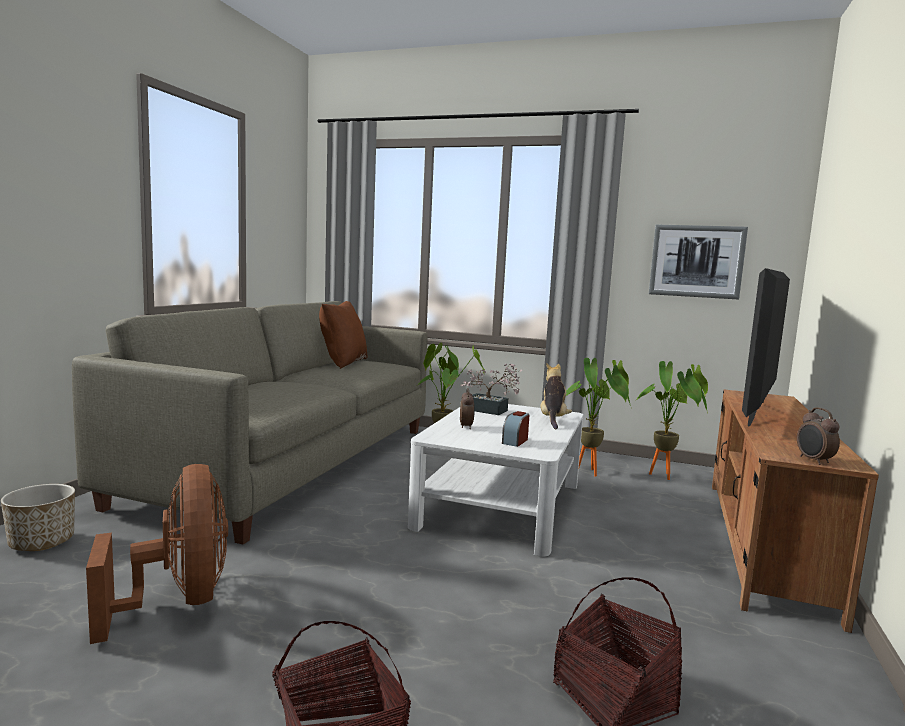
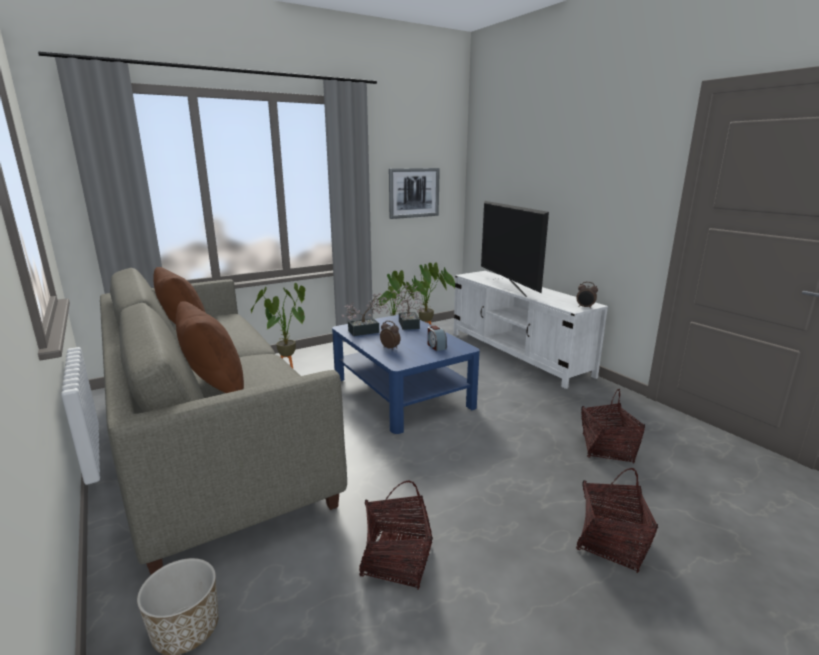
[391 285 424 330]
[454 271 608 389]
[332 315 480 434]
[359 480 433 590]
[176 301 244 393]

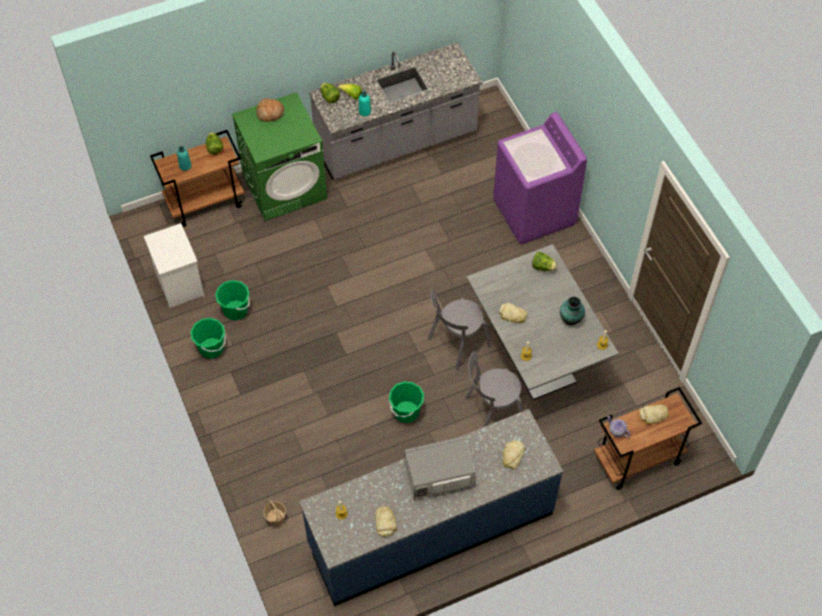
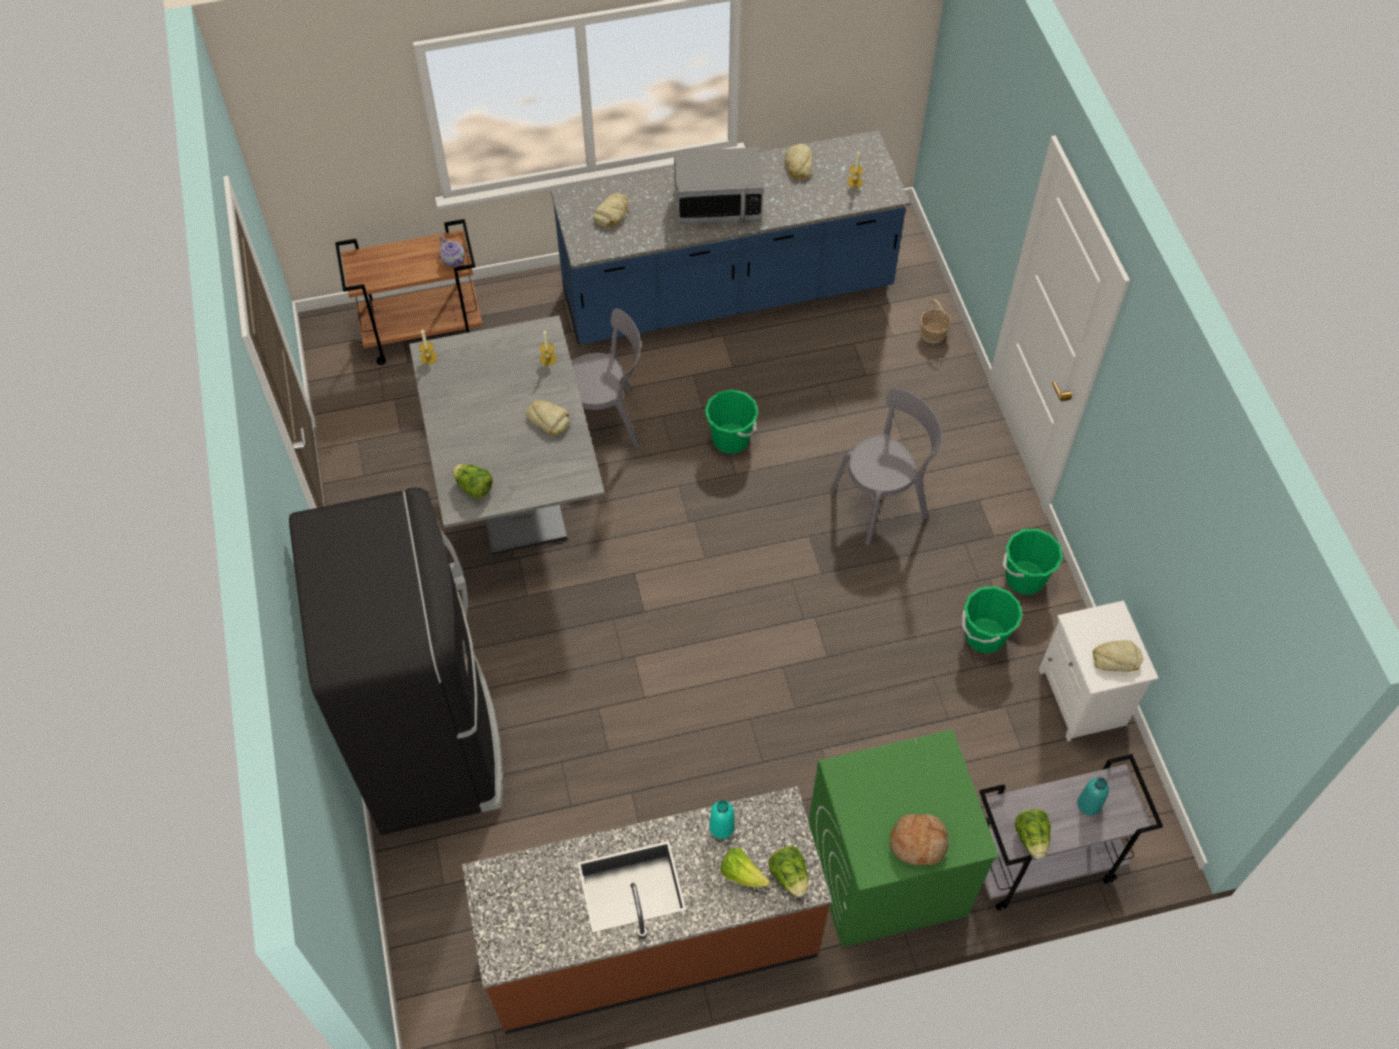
[462 786 832 1034]
[289 488 503 835]
[979 754 1163 910]
[830 388 942 545]
[560 296 585 325] (first image)
[1093 640 1143 672]

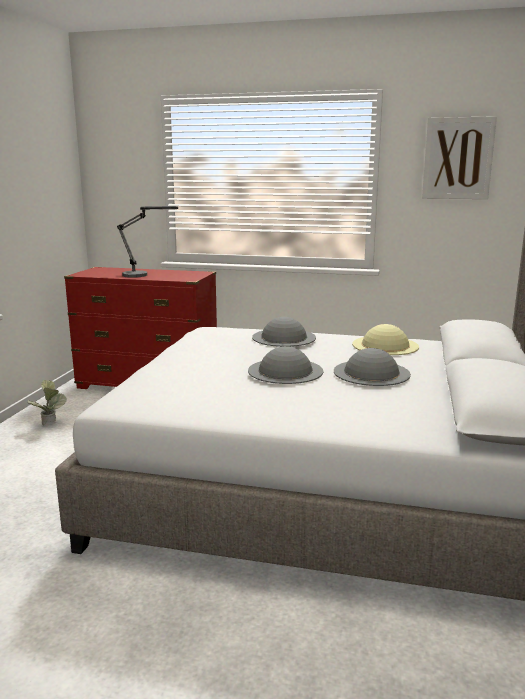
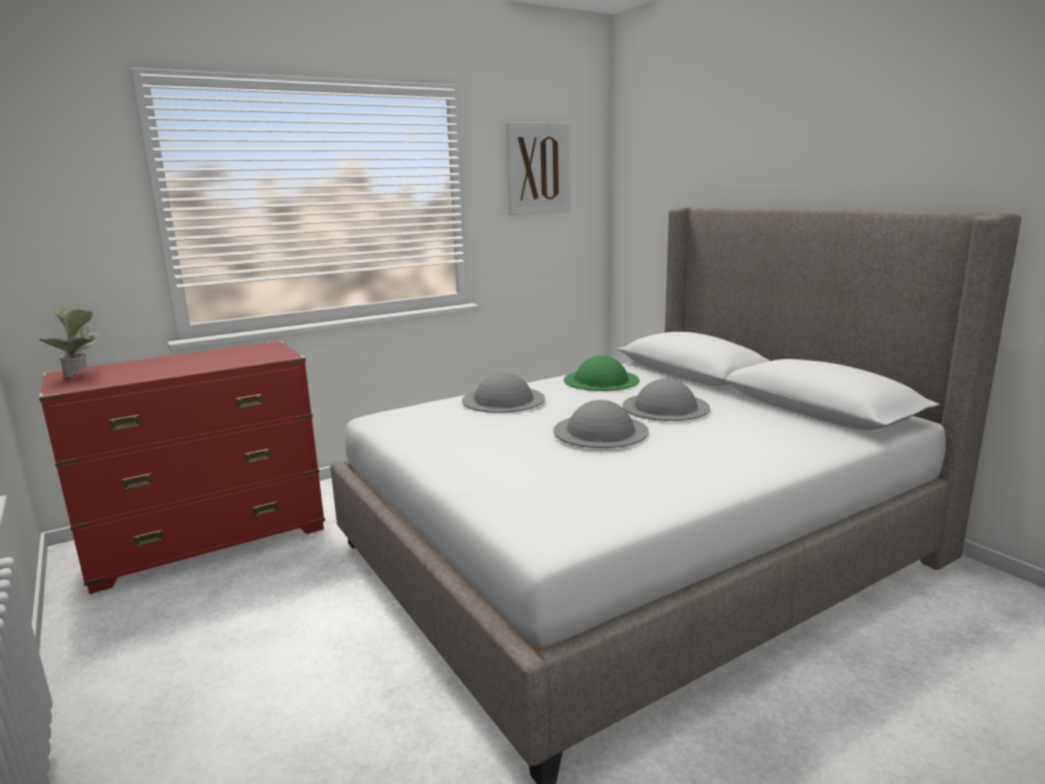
[117 206 178 278] (first image)
[564 355 639 391]
[39 307 100 378]

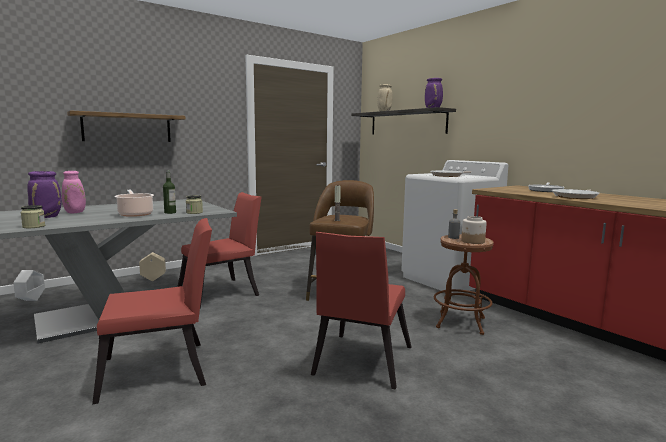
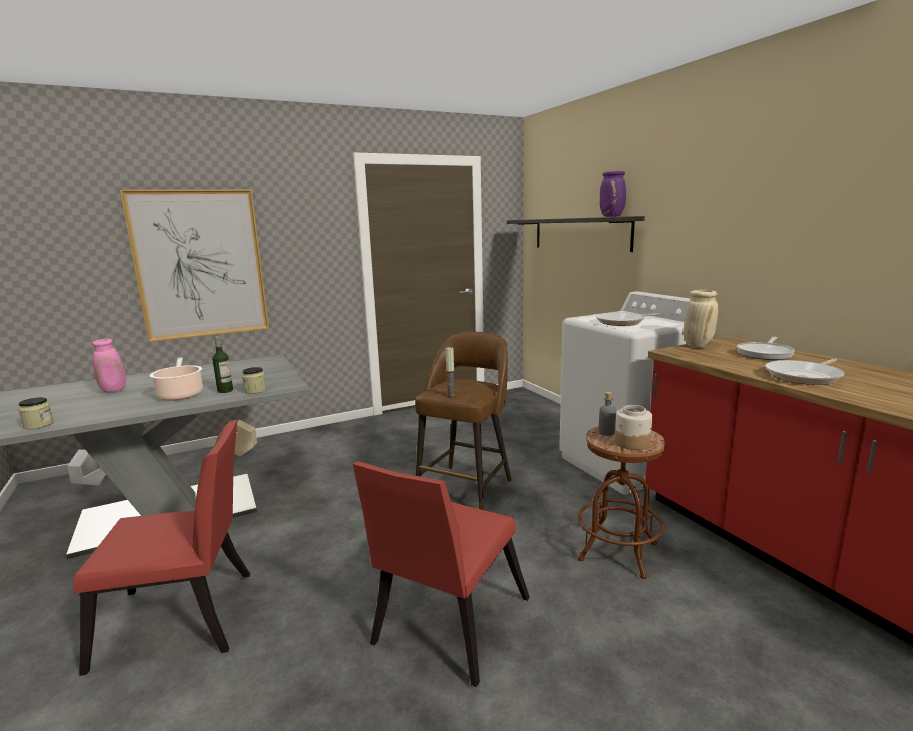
[684 290 718 348]
[120 189 269 342]
[27 171 62 218] (first image)
[177 192 262 309] (first image)

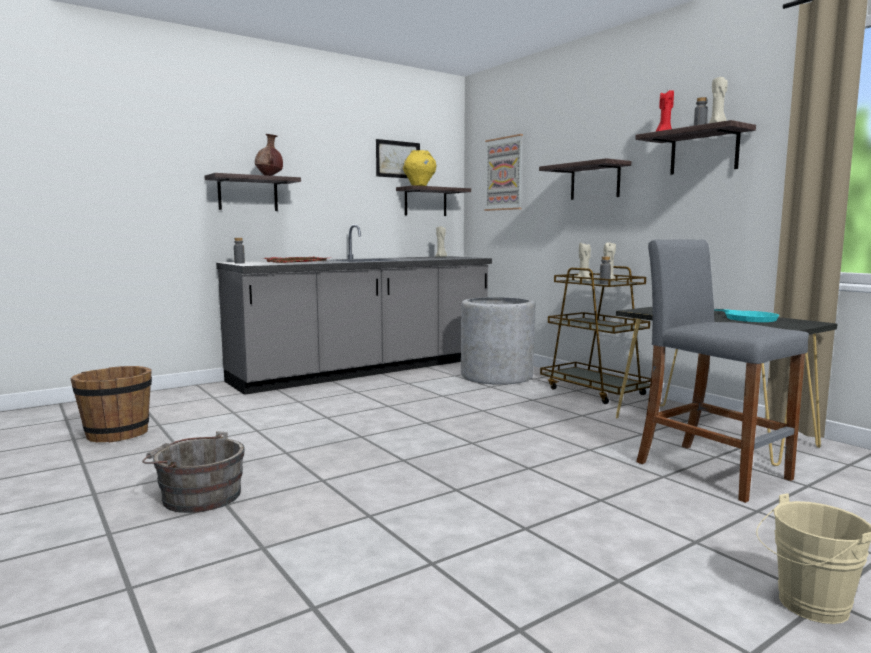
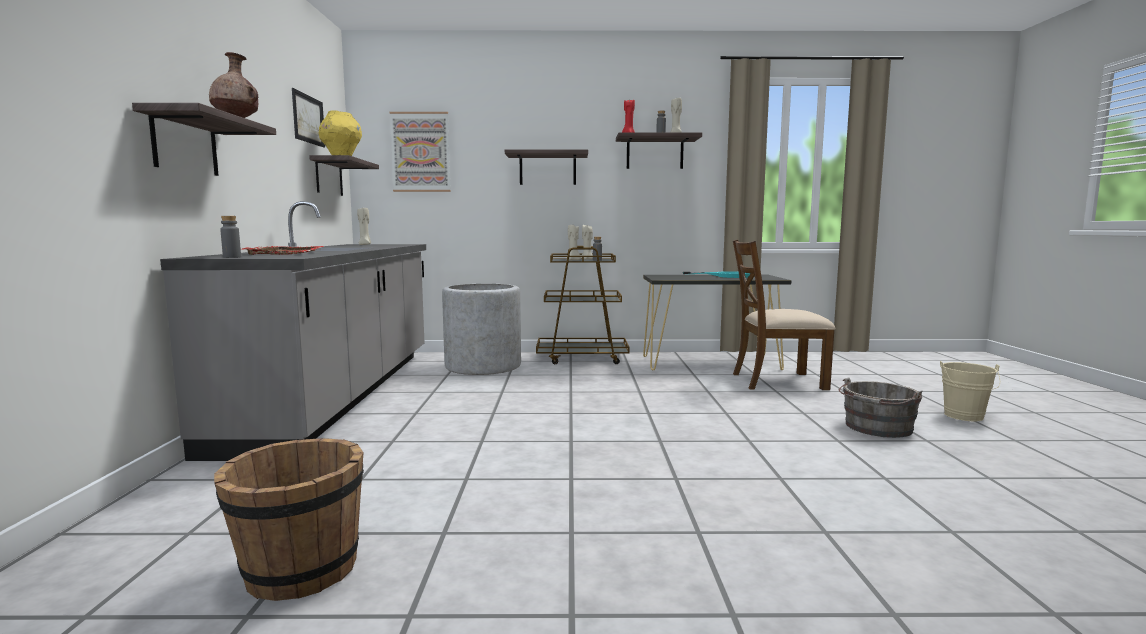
[733 240 836 390]
[839 377 923 438]

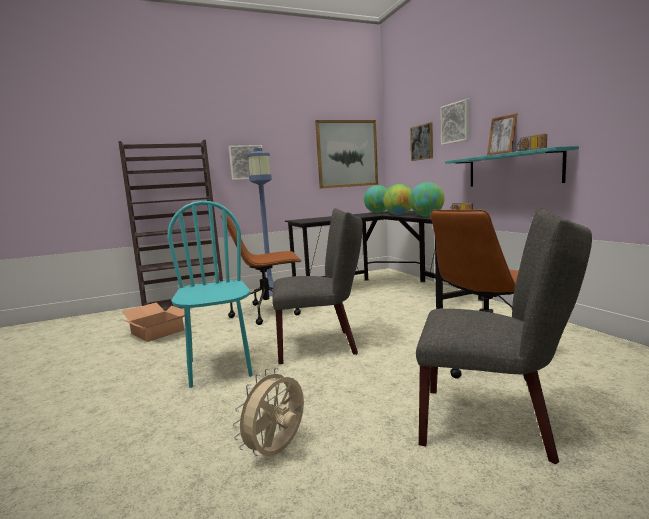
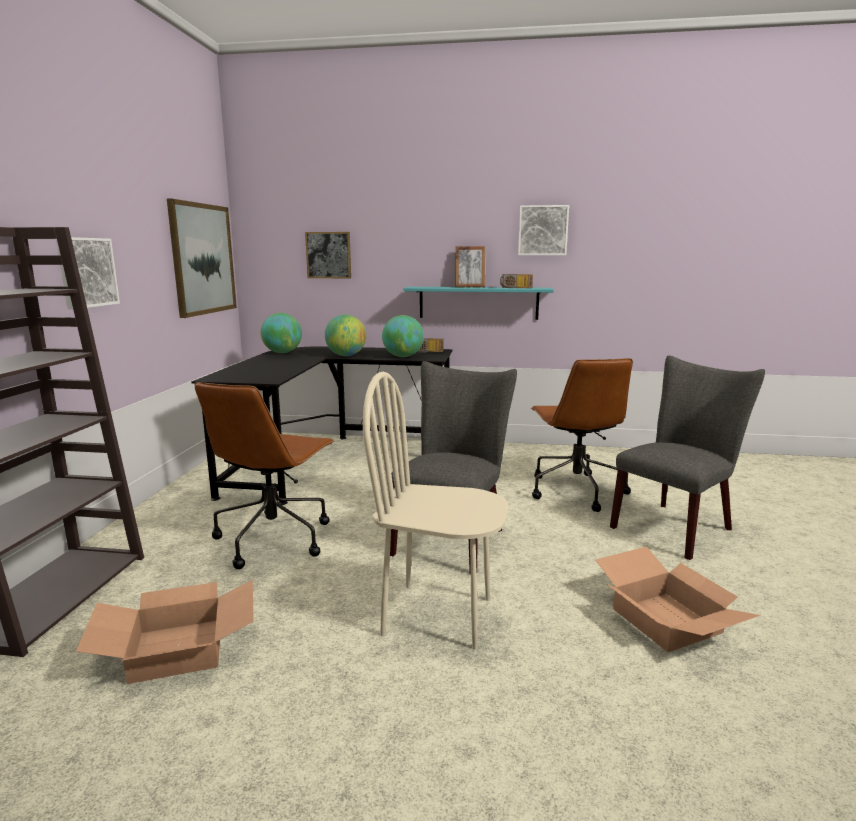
[518 205 569 255]
[247 148 274 296] (first image)
[363 372 508 649]
[595 546 761 652]

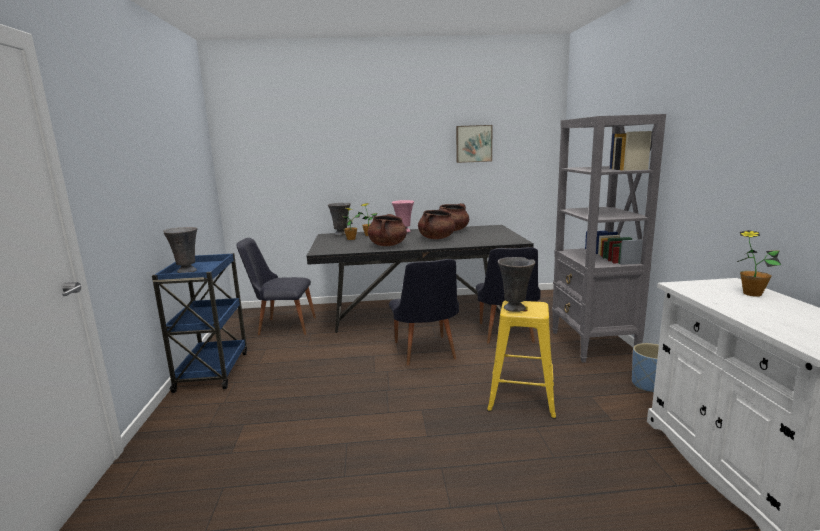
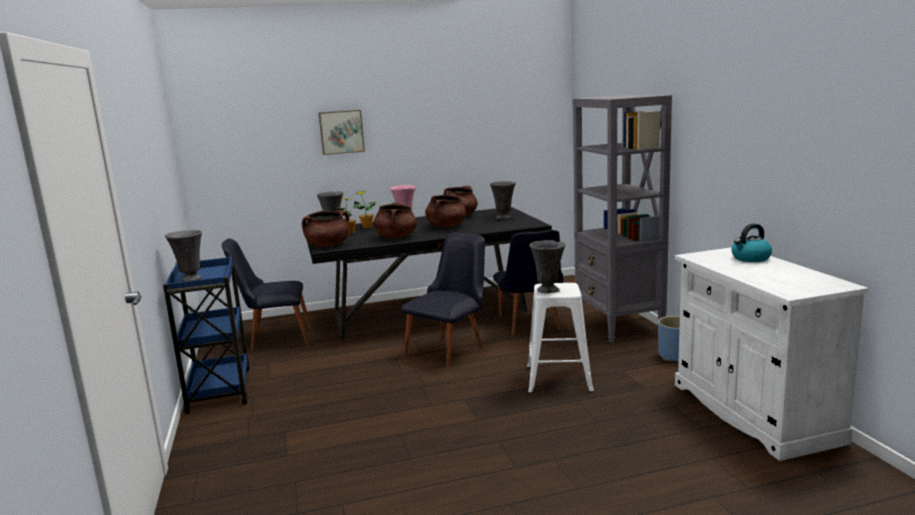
[319 110 365 155]
[732 223 772 262]
[401 232 485 369]
[527 283 594 393]
[490 181 516 219]
[302 210 349 247]

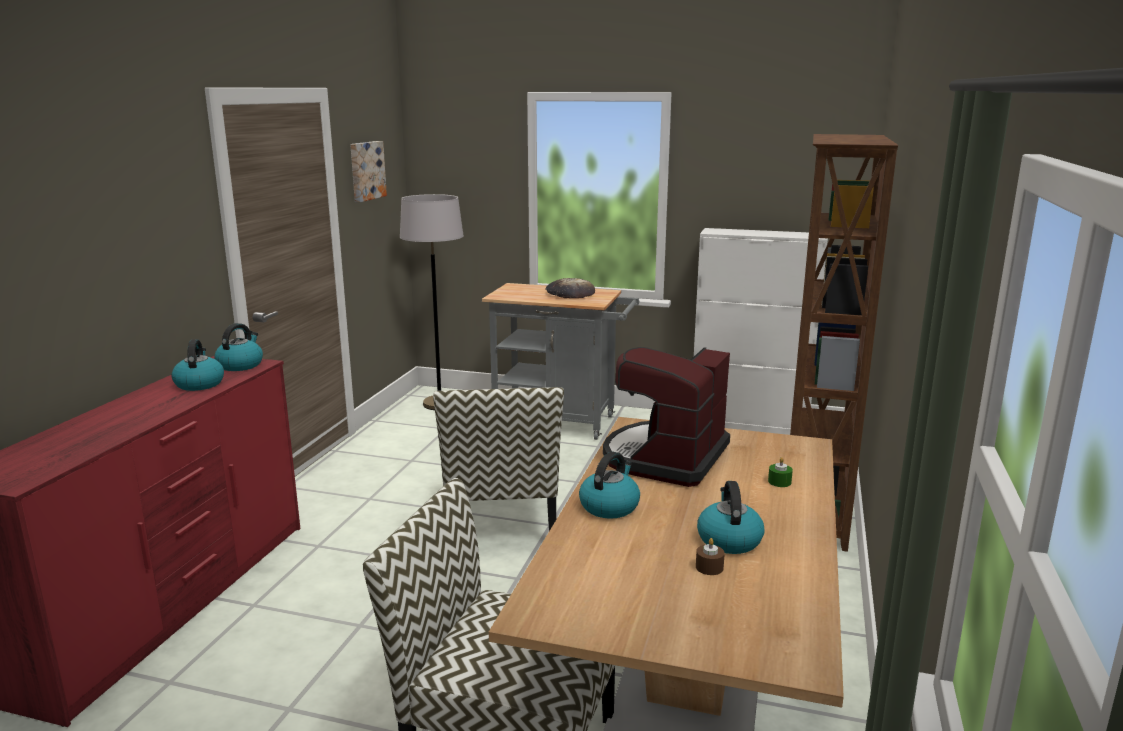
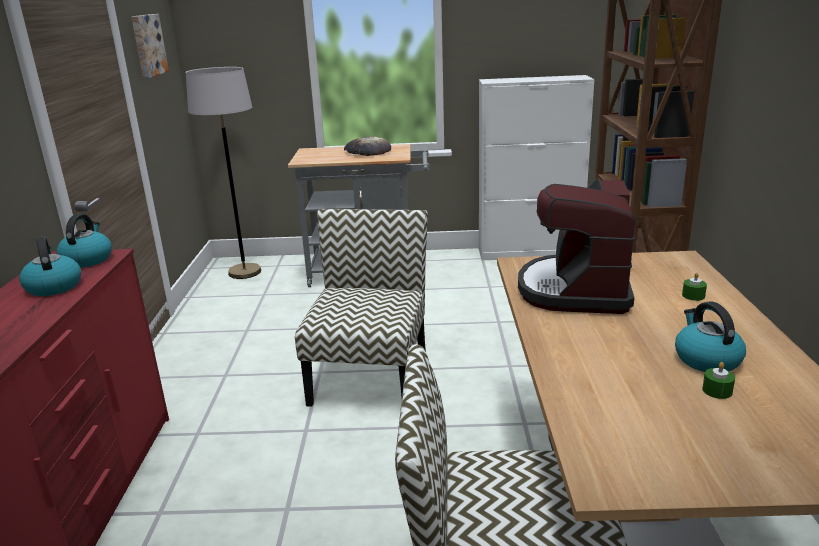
[295 209 428 407]
[579 452 640 519] (first image)
[702 362 735 399]

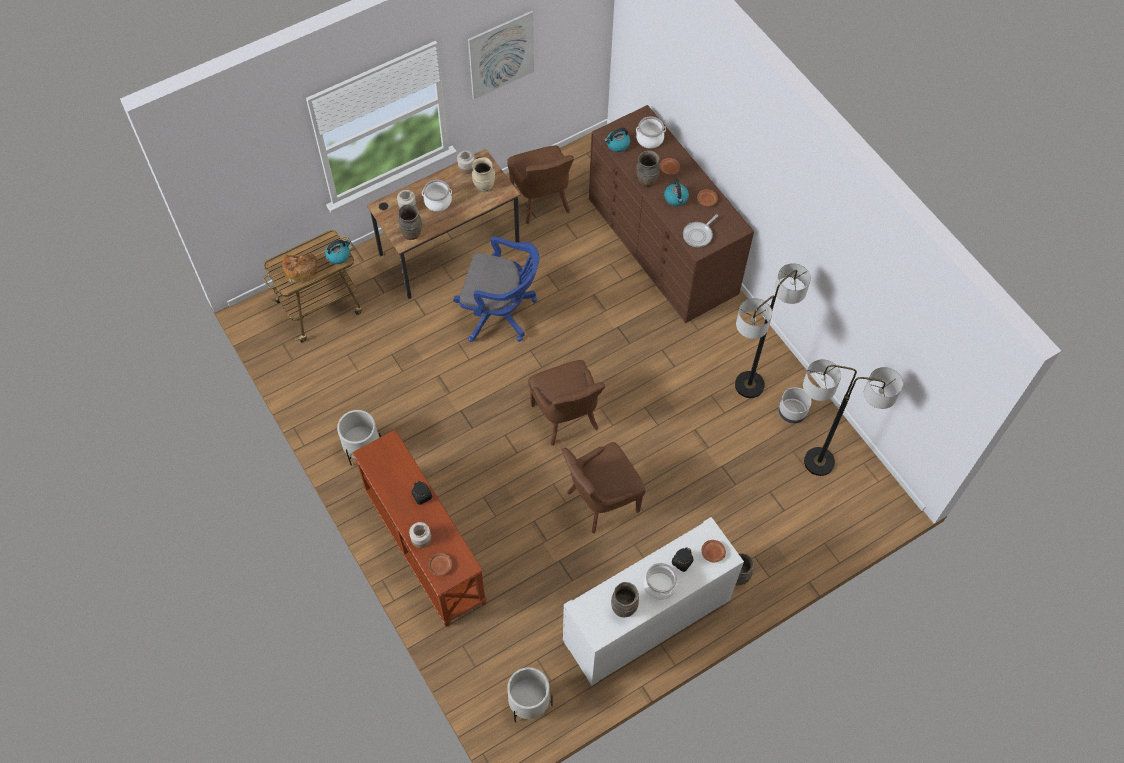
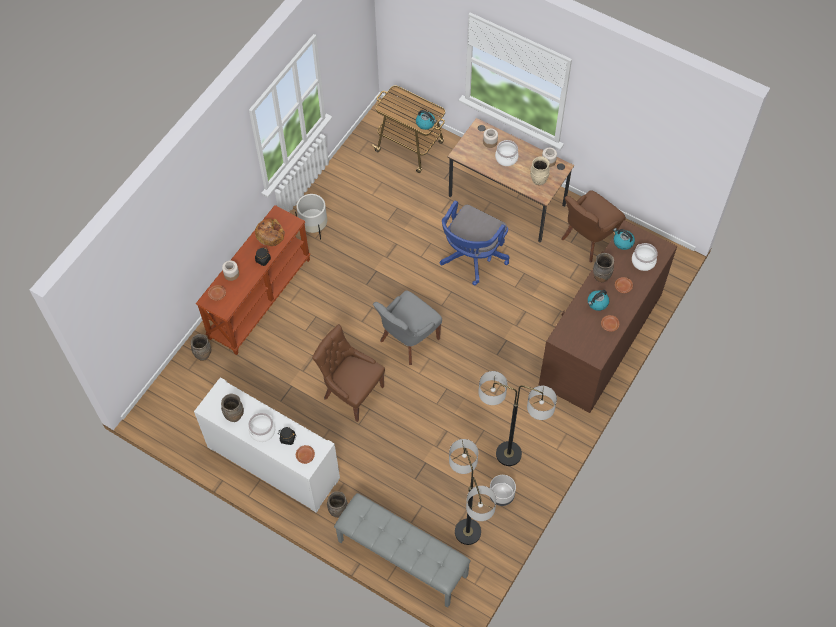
[468 11 534 99] (first image)
[191 334 211 361]
[683 214 718 247] (first image)
[440 200 510 285]
[255 219 285 246]
[373 290 442 365]
[507 667 553 722] (first image)
[334 493 471 607]

